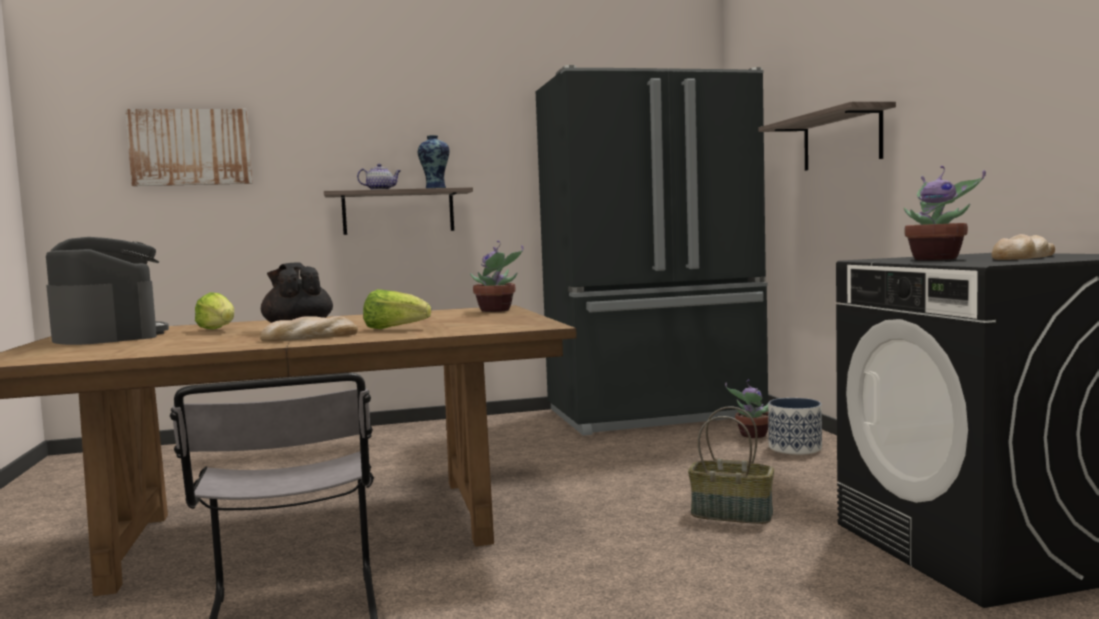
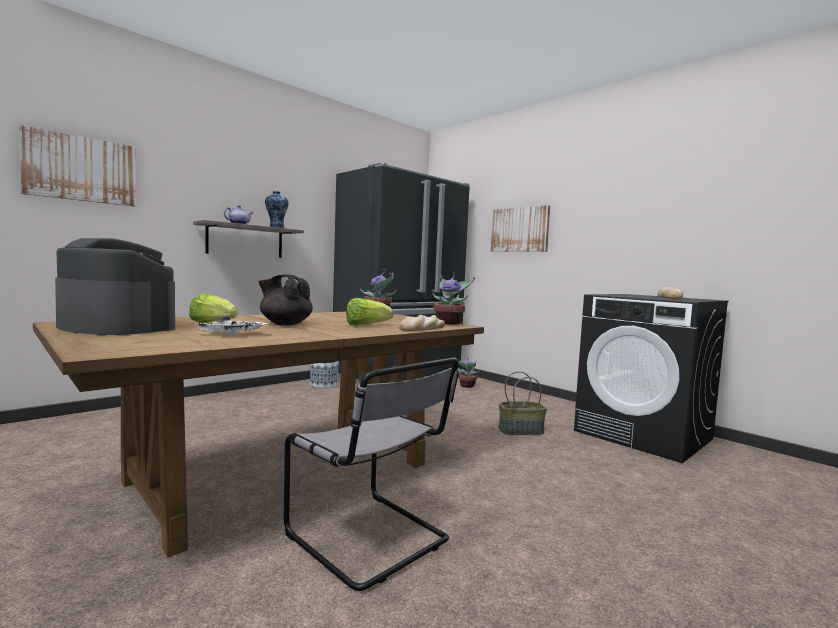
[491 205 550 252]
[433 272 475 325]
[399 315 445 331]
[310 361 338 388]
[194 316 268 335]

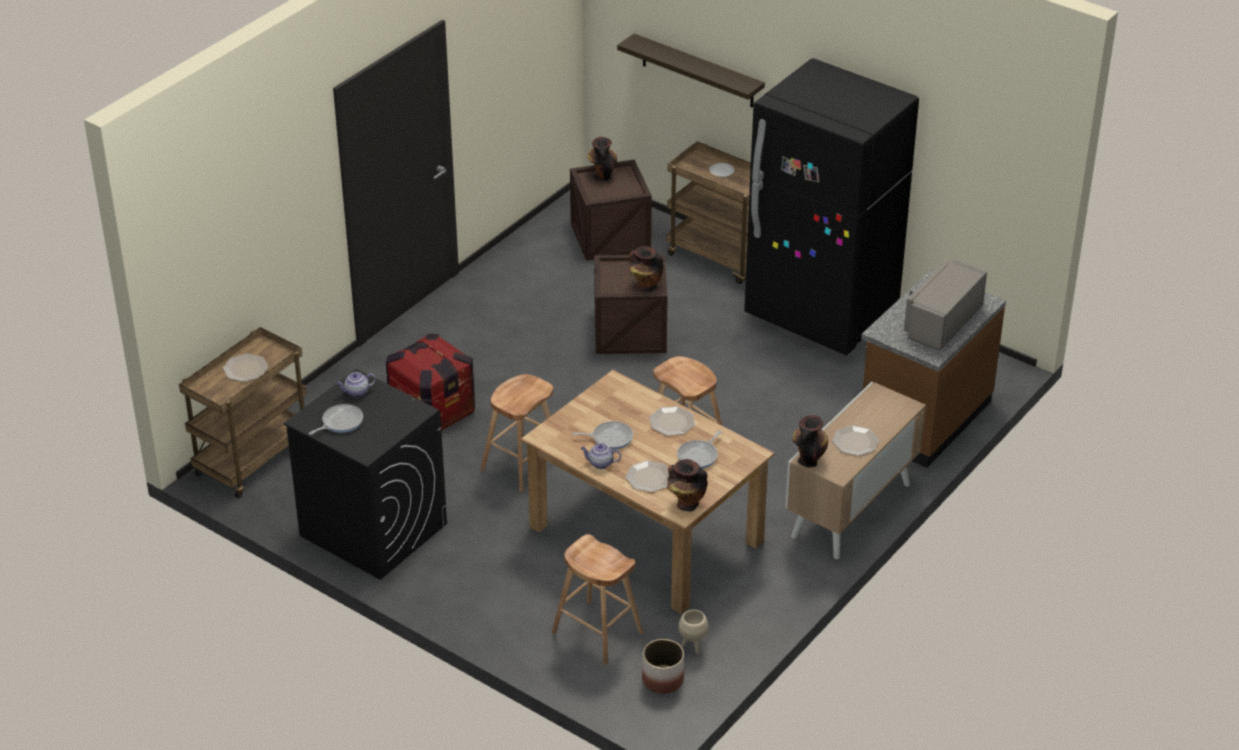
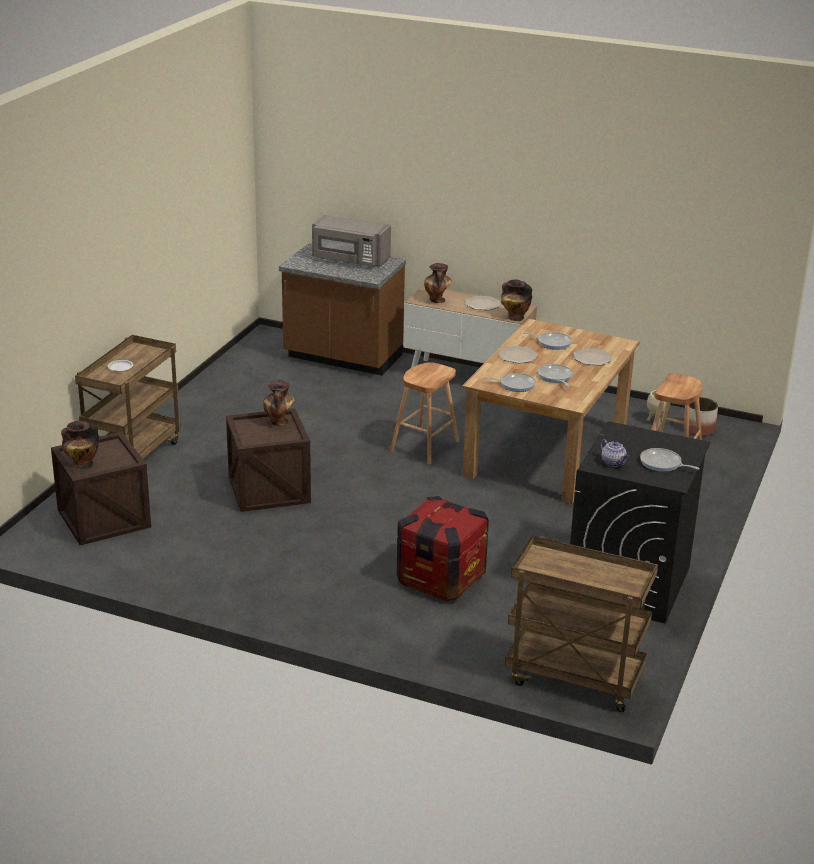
[617 34 765 108] (first image)
[744 58 919 356] (first image)
[223 354 268 382] (first image)
[481 374 553 492] (first image)
[581 443 621 469] (first image)
[424 263 452 303]
[482 373 536 392]

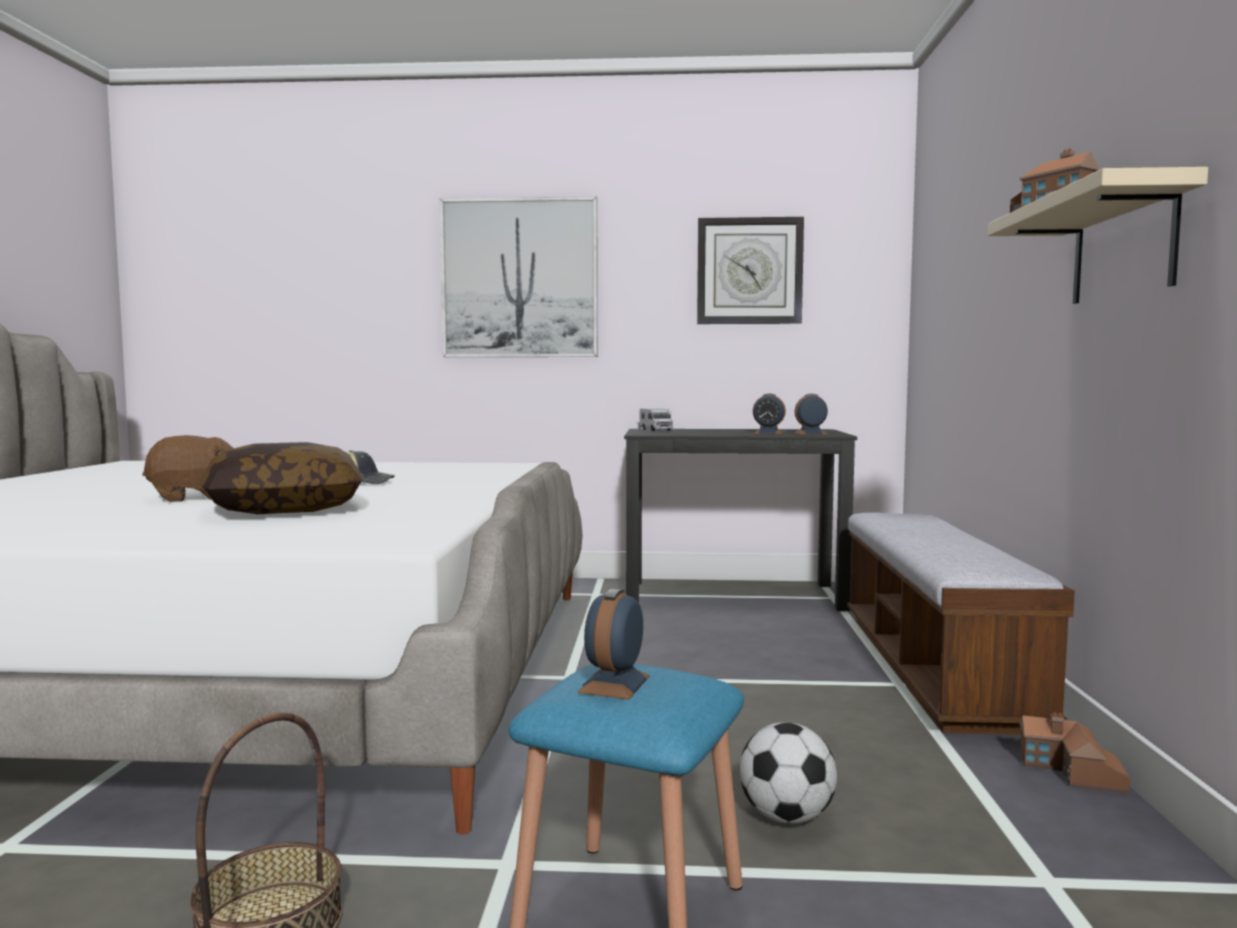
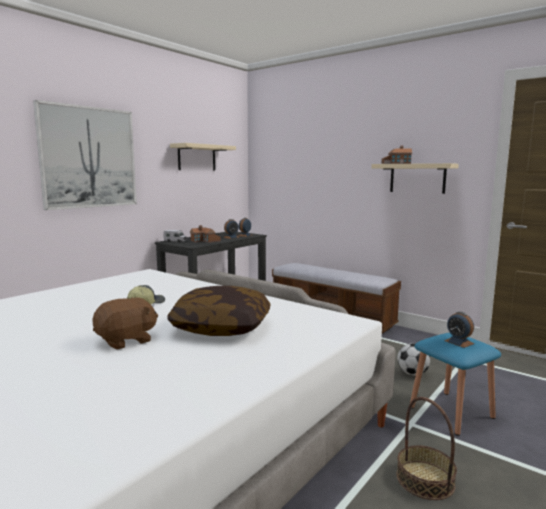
[170 143 236 171]
[92 297 158 350]
[190 225 221 243]

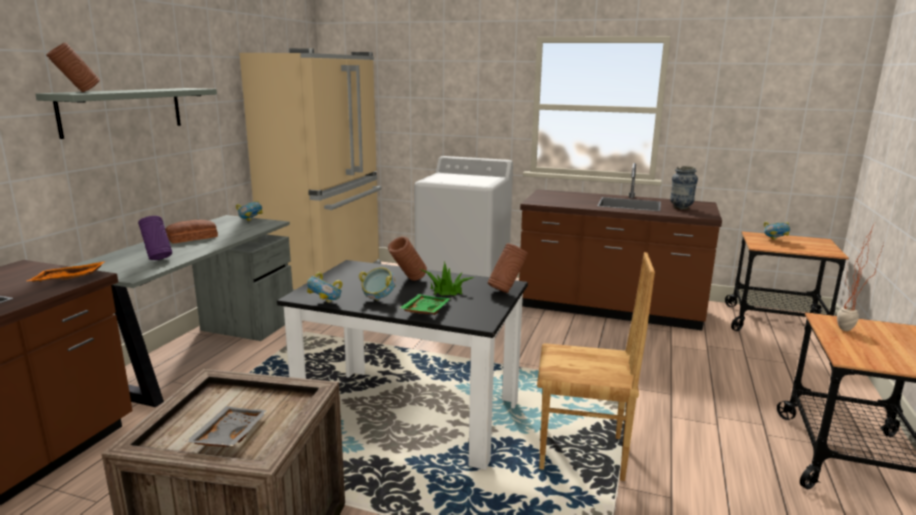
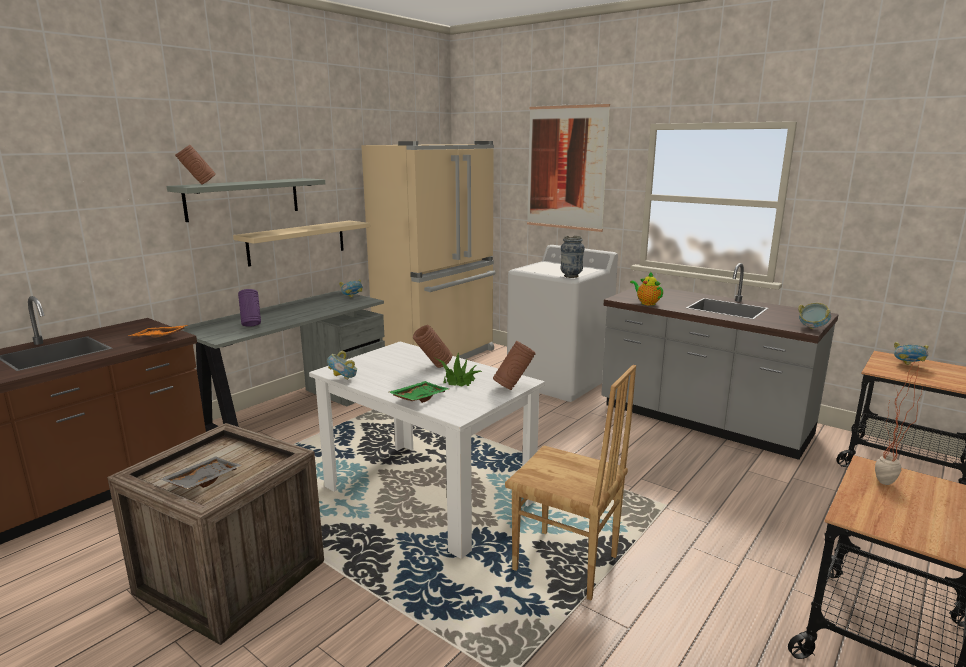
[601 263 839 460]
[560 236 585 278]
[165 220 218 244] (first image)
[309 342 545 559]
[798 303 831 329]
[527 104 610 232]
[233 220 370 267]
[630 271 663 306]

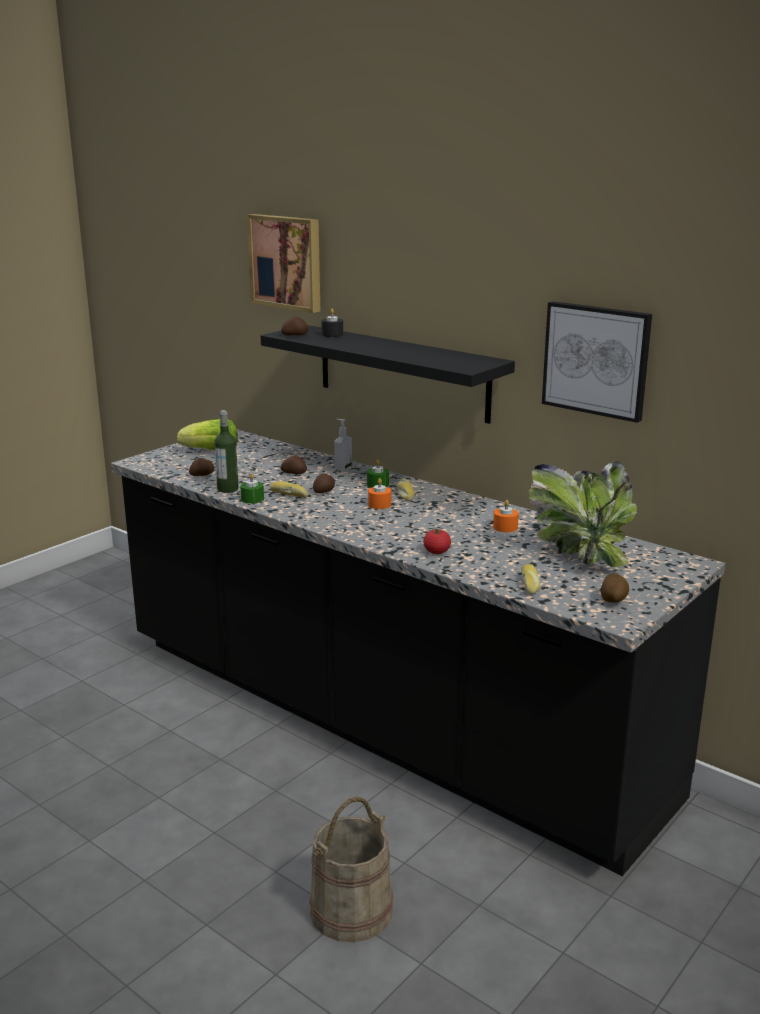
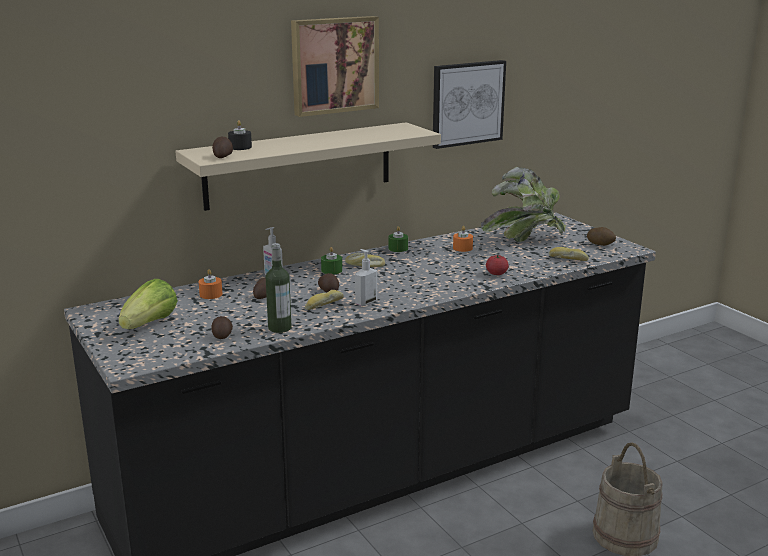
[291 16 379 117]
[176 122 441 211]
[388 226 408 252]
[199 269 222 299]
[355 249 377 306]

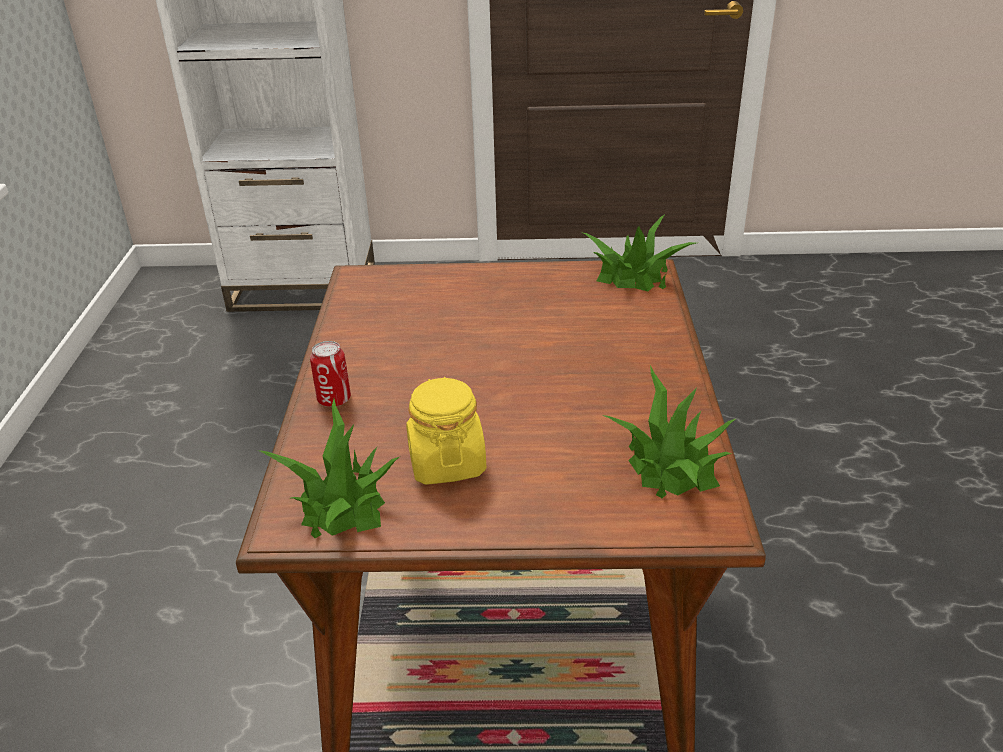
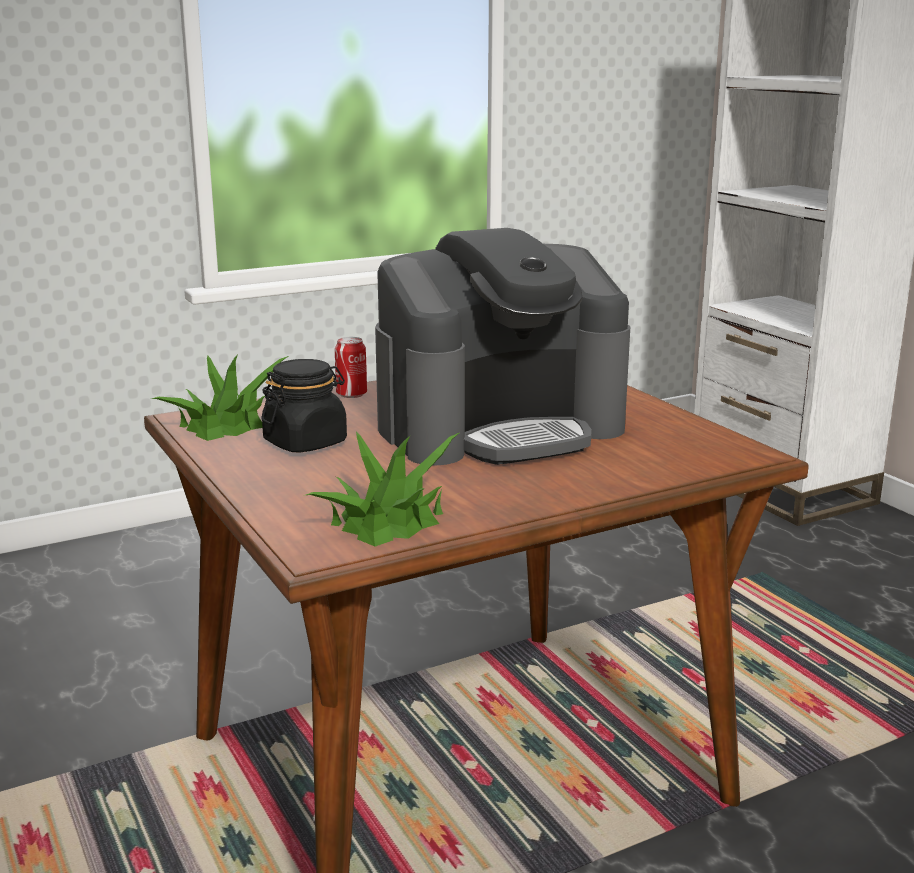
[583 215 696 291] (first image)
[262 359 347 452]
[375 228 630 466]

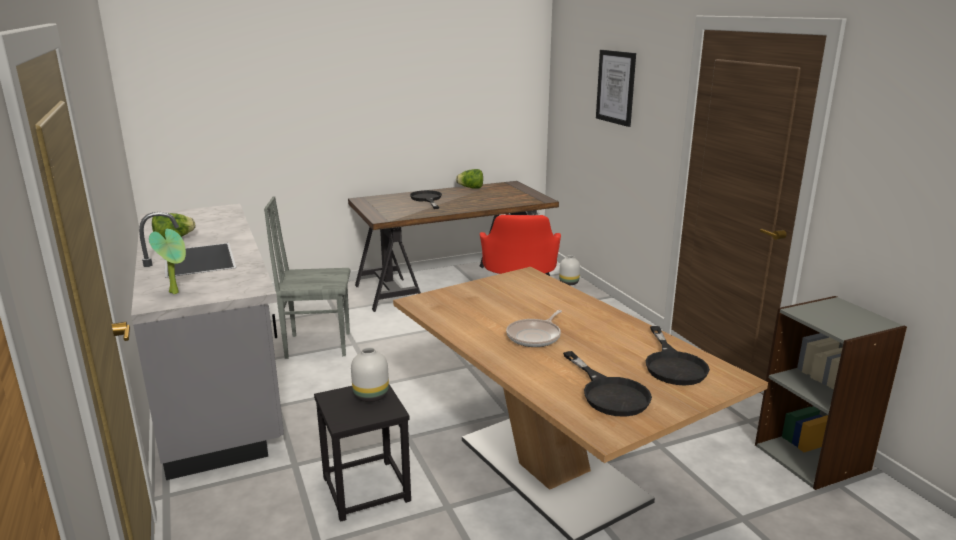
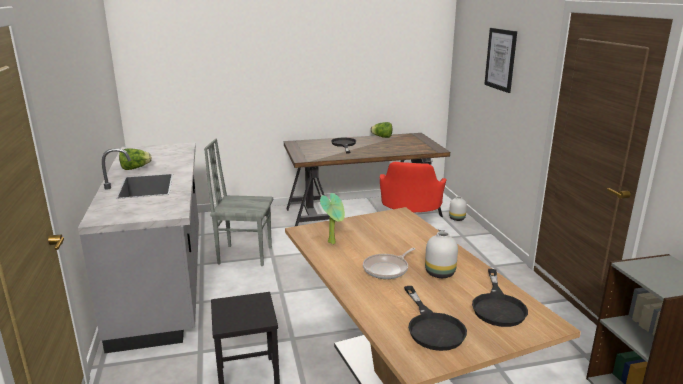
[320 193 345 244]
[425 231 458 278]

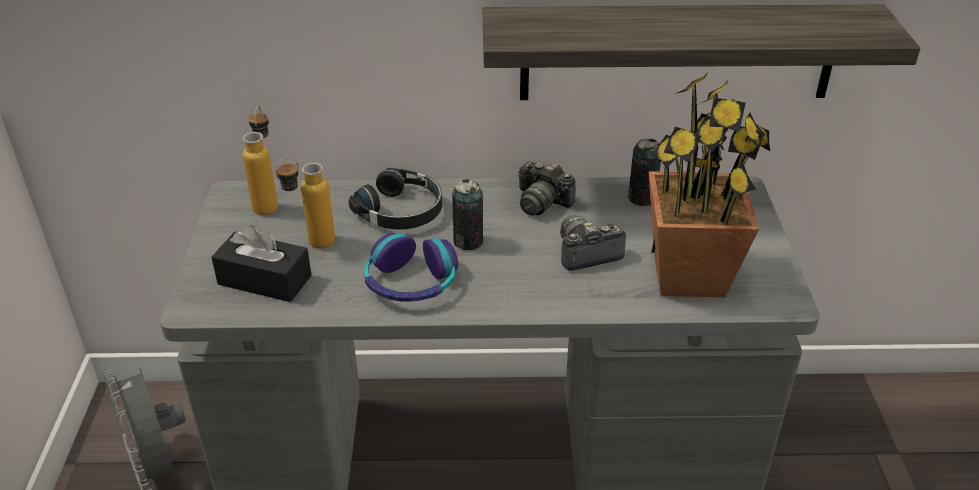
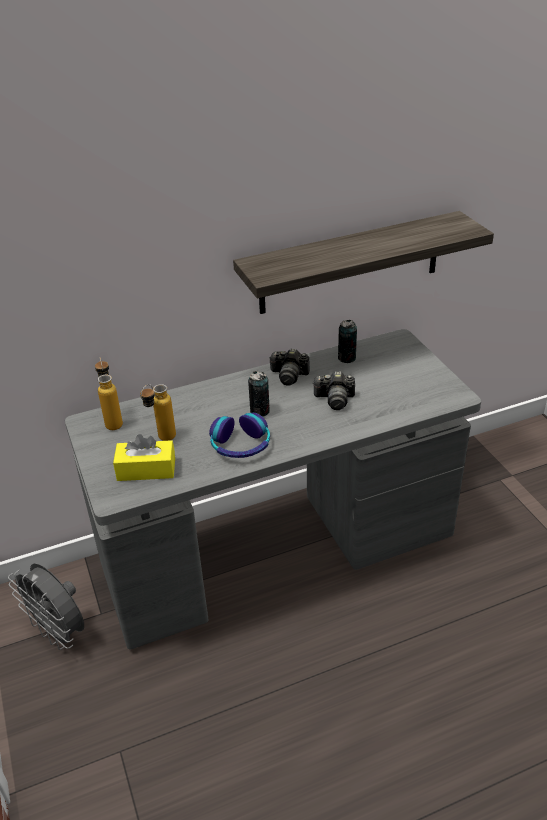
[648 71 771 297] (first image)
[348 168 442 230] (first image)
[313 371 355 410]
[113 434 175 481]

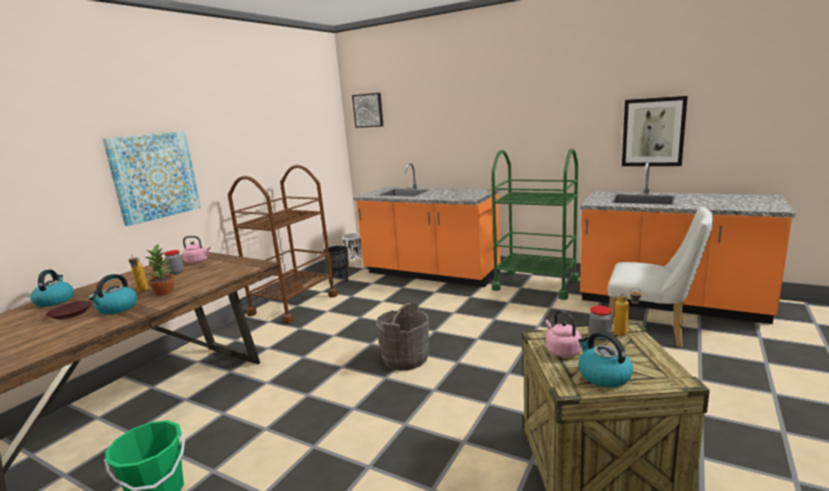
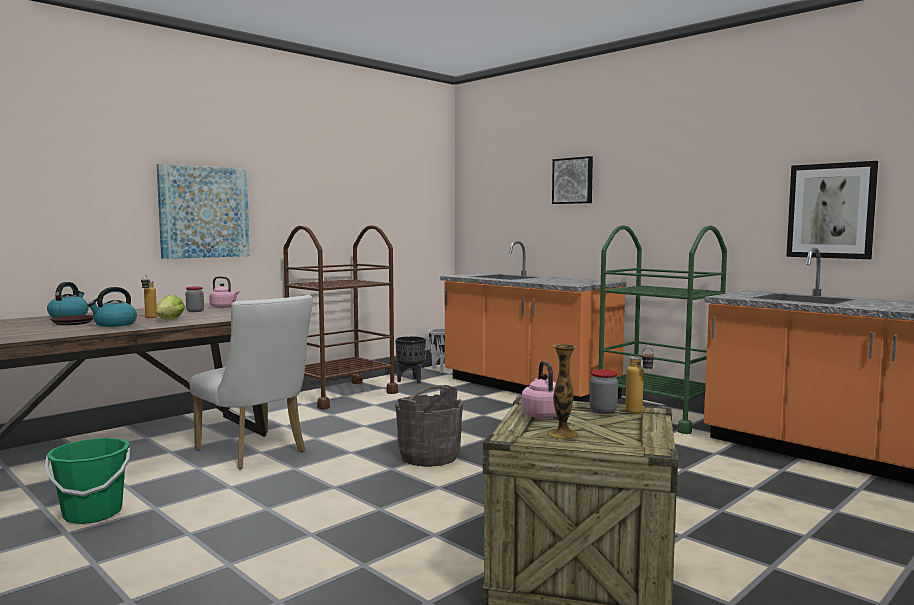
[552 156 593 204]
[189 295 313 469]
[156 295 185 320]
[547 344 579 440]

